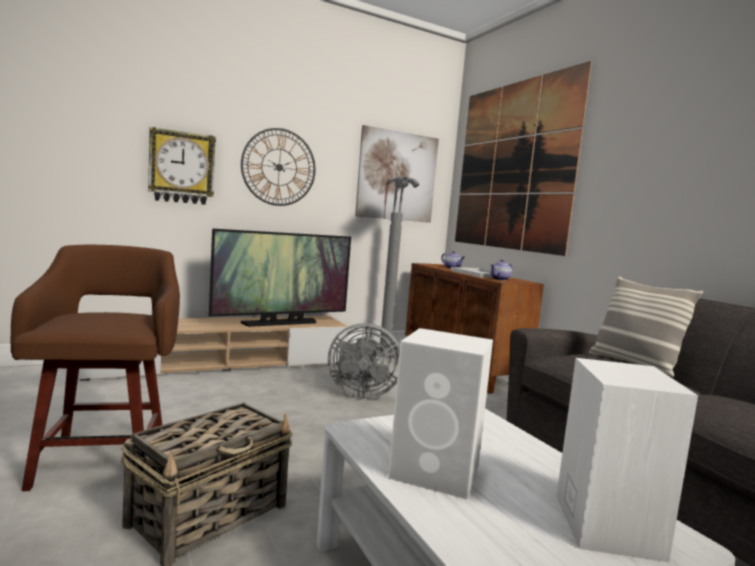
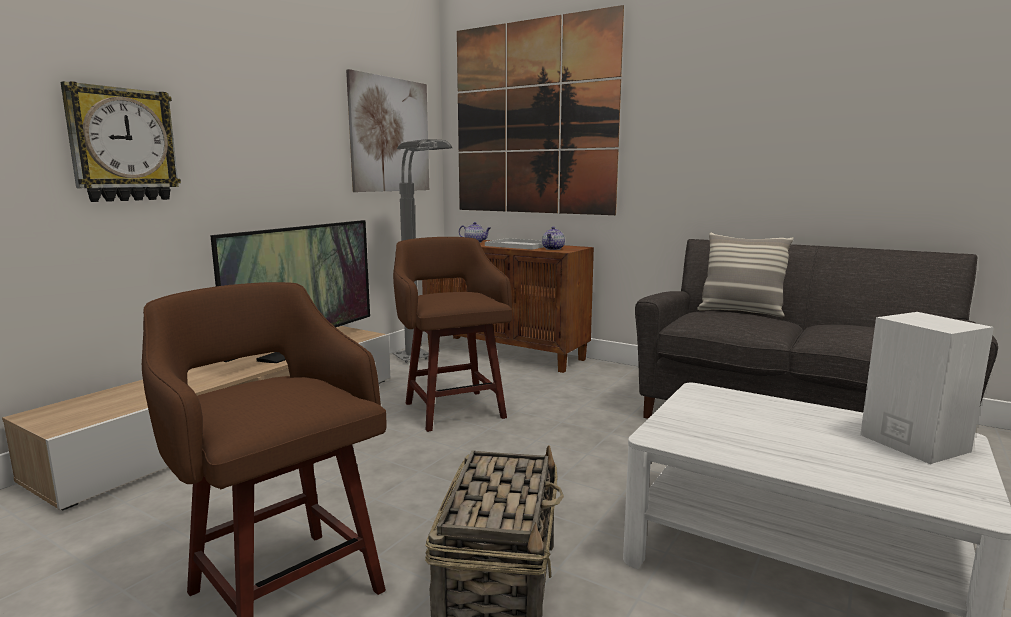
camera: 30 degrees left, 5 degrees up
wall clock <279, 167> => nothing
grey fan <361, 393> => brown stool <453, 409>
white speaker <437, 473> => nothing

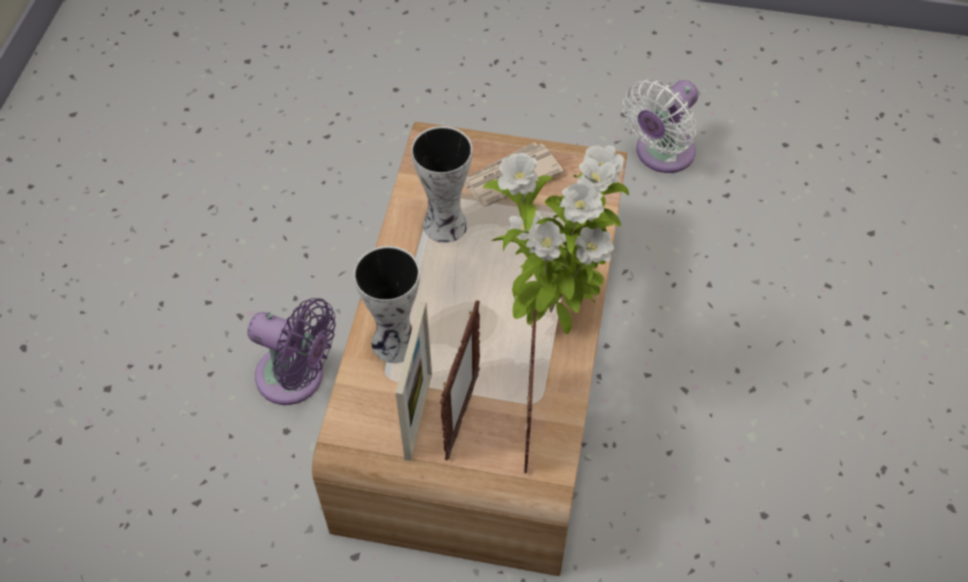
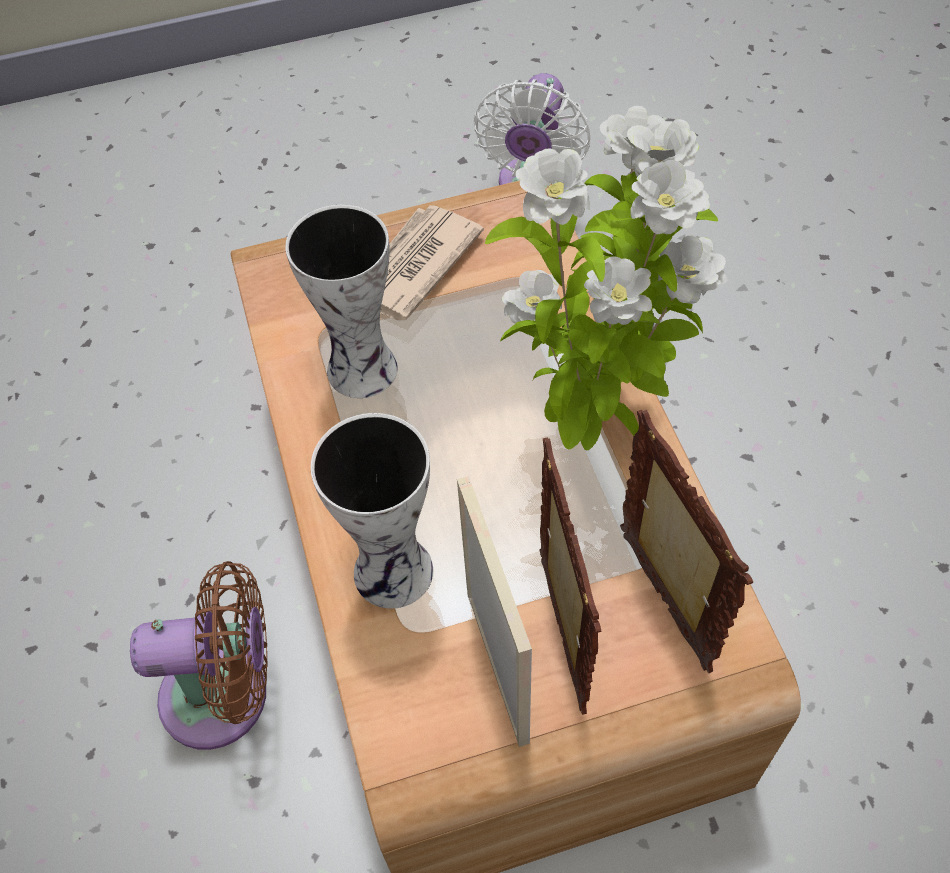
camera: 25 degrees left, 0 degrees up
purple fan <296, 378> => brown fan <226, 695>

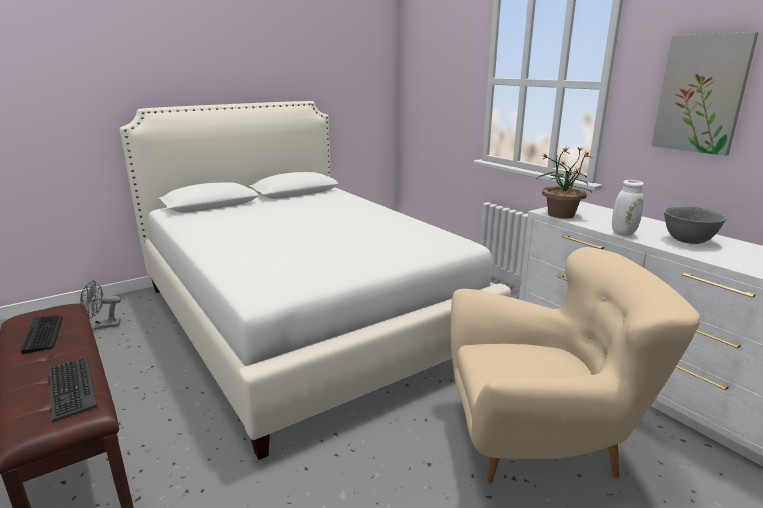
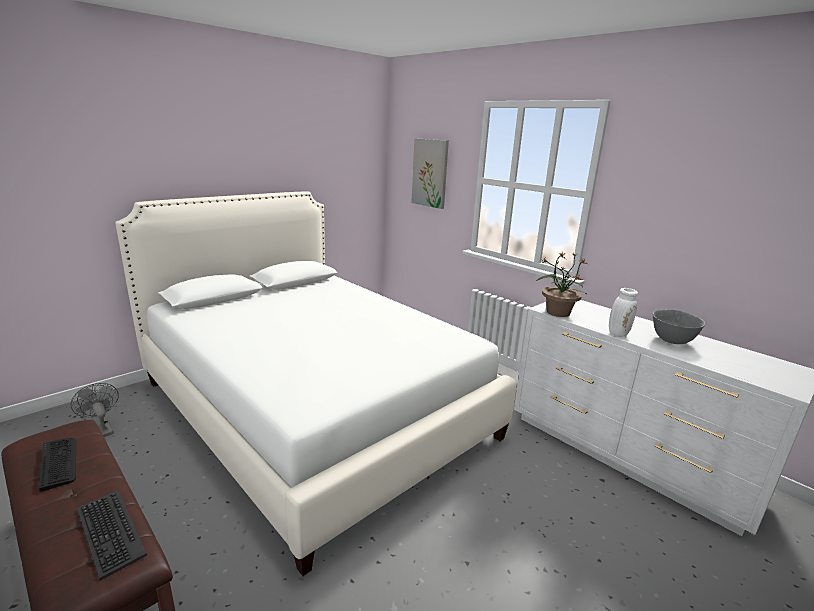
camera: 10 degrees left, 0 degrees up
picture <701, 94> => picture <430, 173>, relocated
beige armchair <541, 441> => nothing
grey fan <103, 326> => grey fan <102, 429>, 75 degrees clockwise

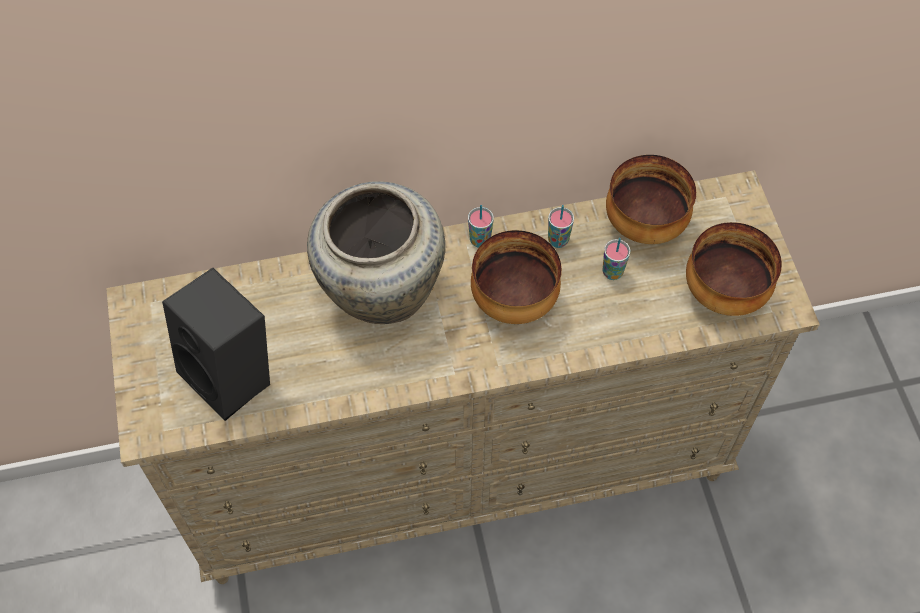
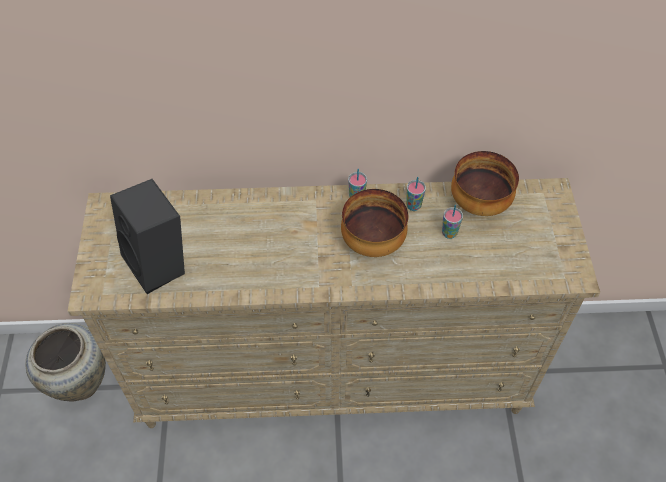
camera: 10 degrees right, 5 degrees down
beige vase <379, 291> => beige vase <78, 380>, relocated
bowl <724, 292> => nothing

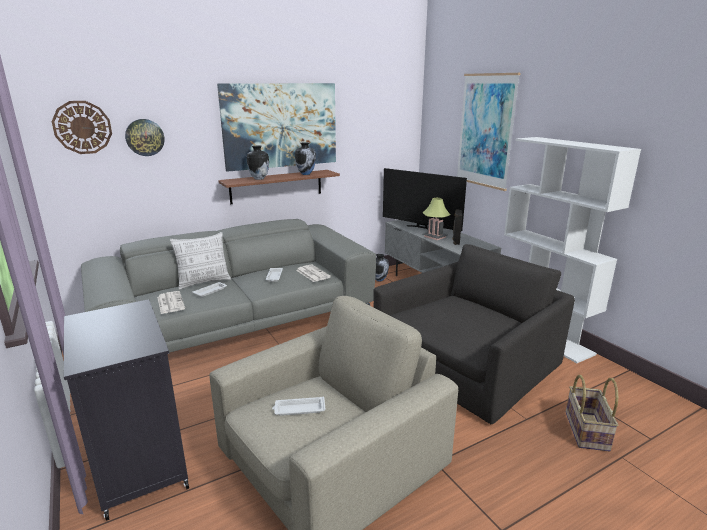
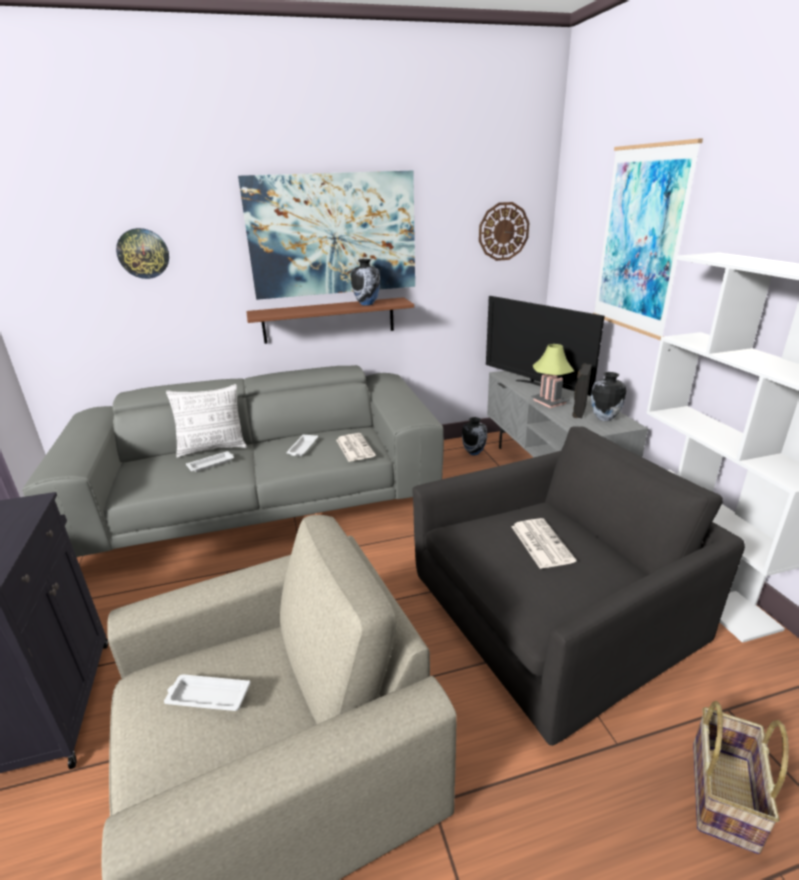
camera: 15 degrees right, 5 degrees up
wall clock <82, 127> => wall clock <503, 231>, relocated
vase <258, 179> => vase <603, 418>, relocated
newspaper <170, 303> => newspaper <540, 543>, relocated

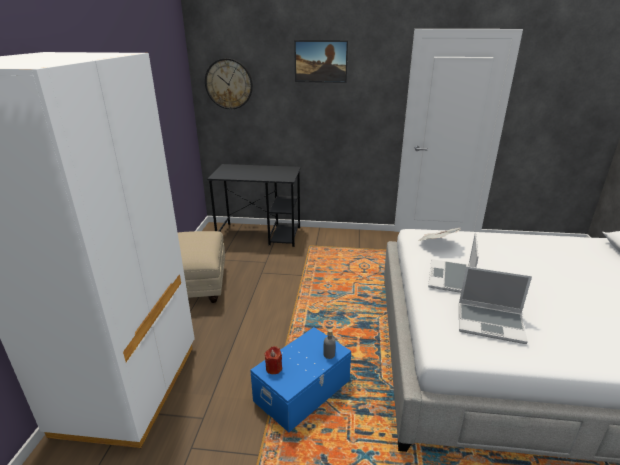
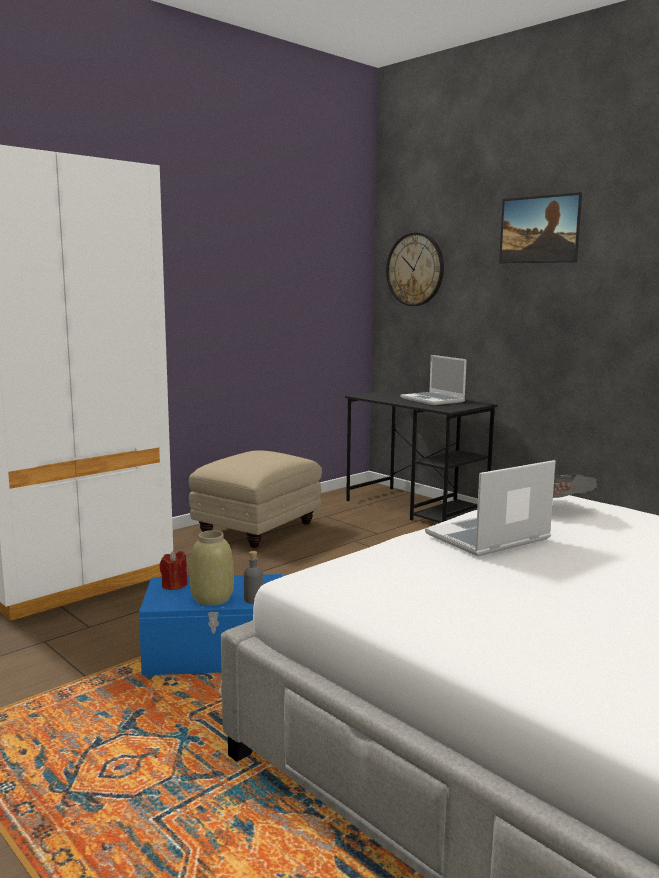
camera: 40 degrees right, 15 degrees down
laptop <491, 323> => laptop <433, 400>, relocated
nothing => beige vase <212, 598>

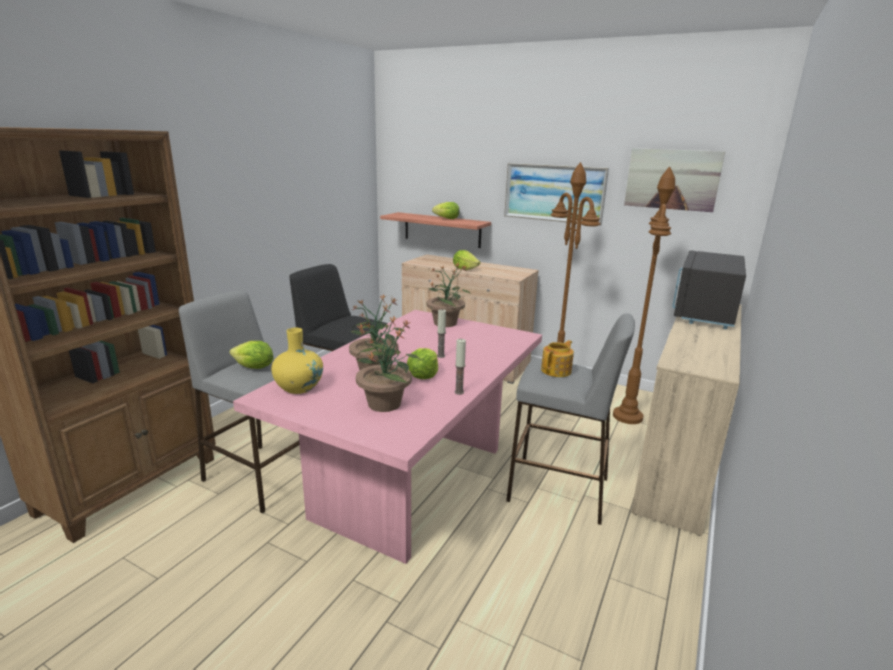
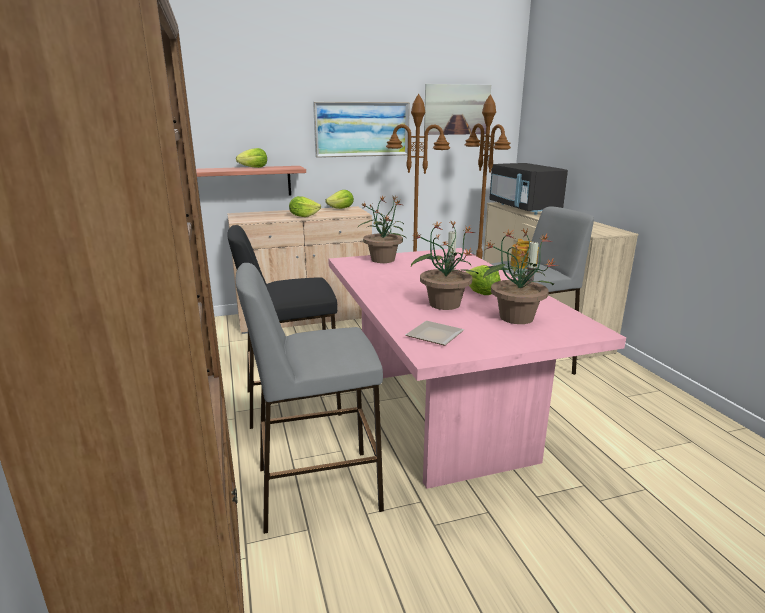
camera: 45 degrees left, 0 degrees up
yellow vase <299, 387> => plate <432, 336>
lettuce <254, 368> => lettuce <341, 208>, relocated

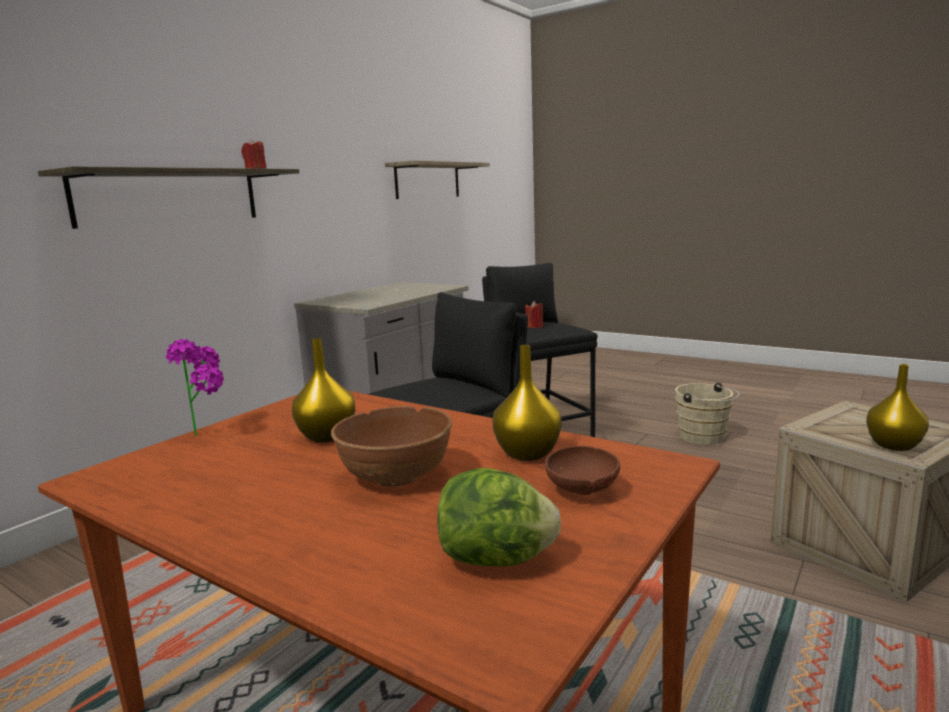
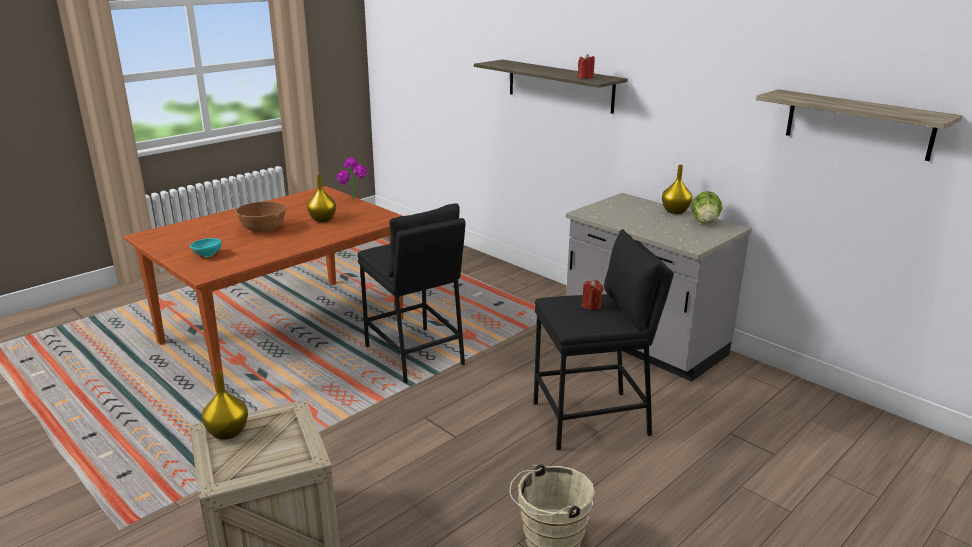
camera: 100 degrees right, 10 degrees up
yellow vase <526, 454> => yellow vase <675, 211>, relocated
brown bowl <581, 491> => turquoise bowl <207, 254>
lettuce <497, 560> => lettuce <705, 222>, relocated

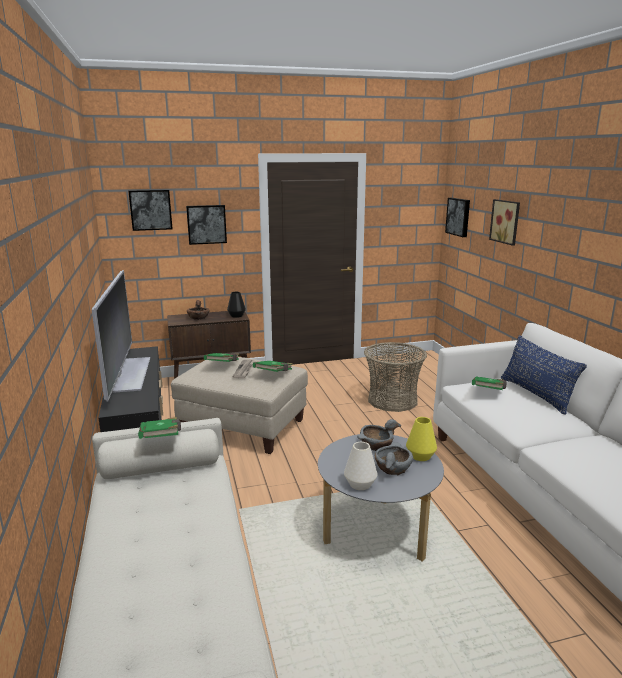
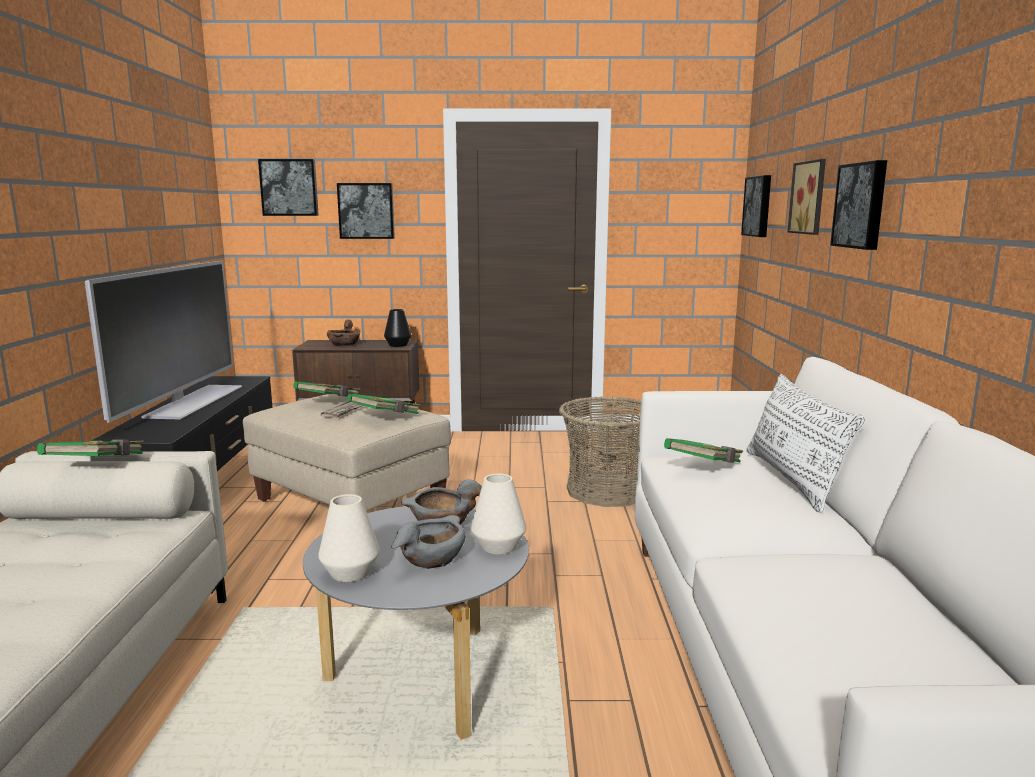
camera: 15 degrees right, 5 degrees down
blue pillow <536, 394> => white pillow <792, 479>
yellow vase <420, 456> => white vase <498, 546>
nothing => picture <862, 205>

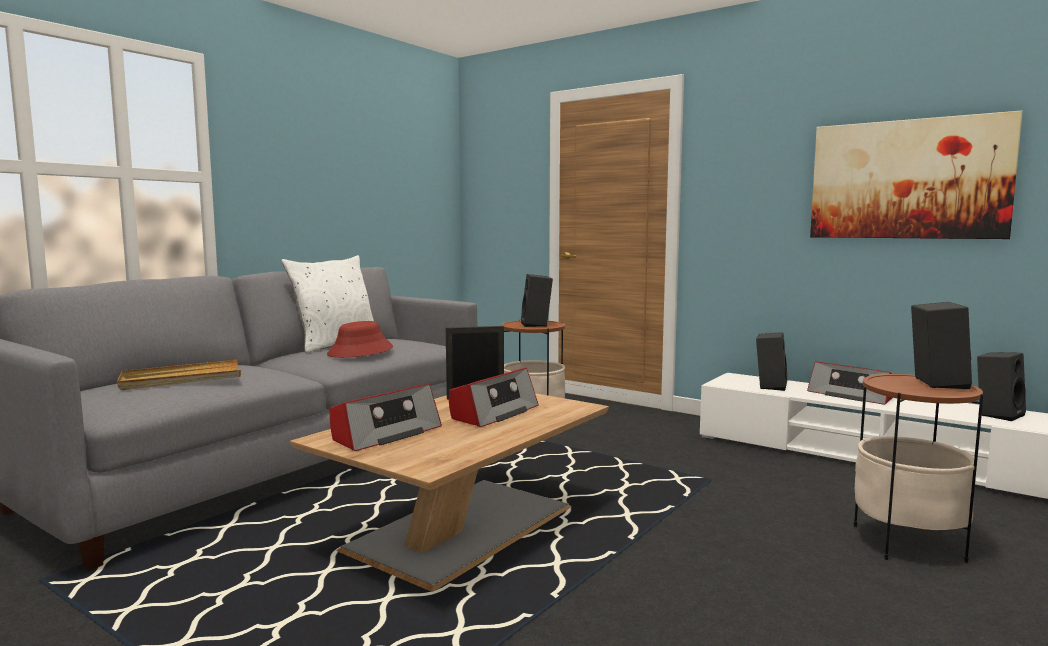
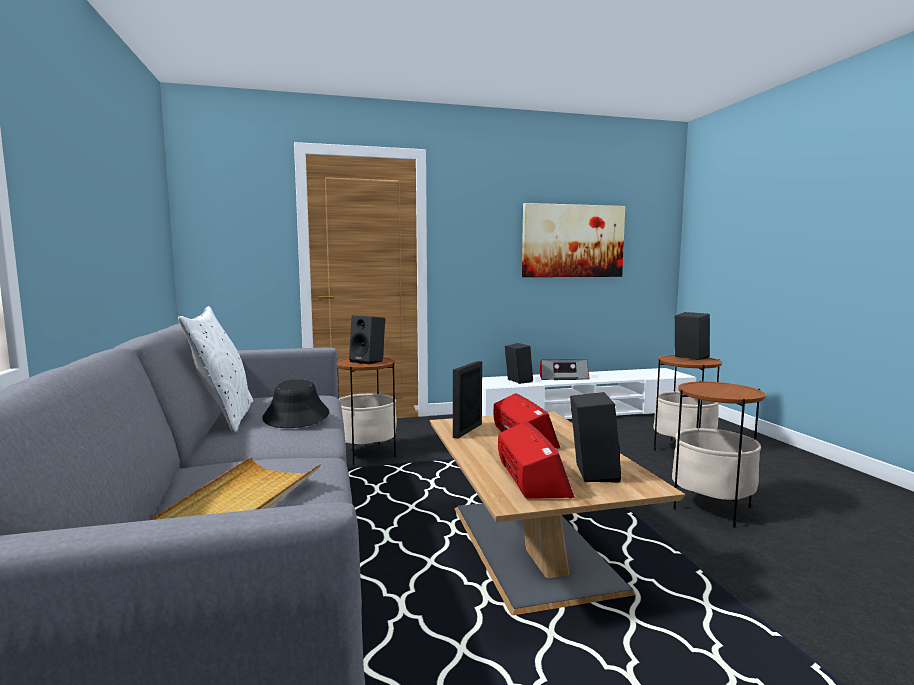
camera: 50 degrees left, 0 degrees up
red hat <360, 351> => black hat <296, 416>
black speaker <997, 414> => black speaker <591, 473>, relocated
nothing => side table <712, 508>

